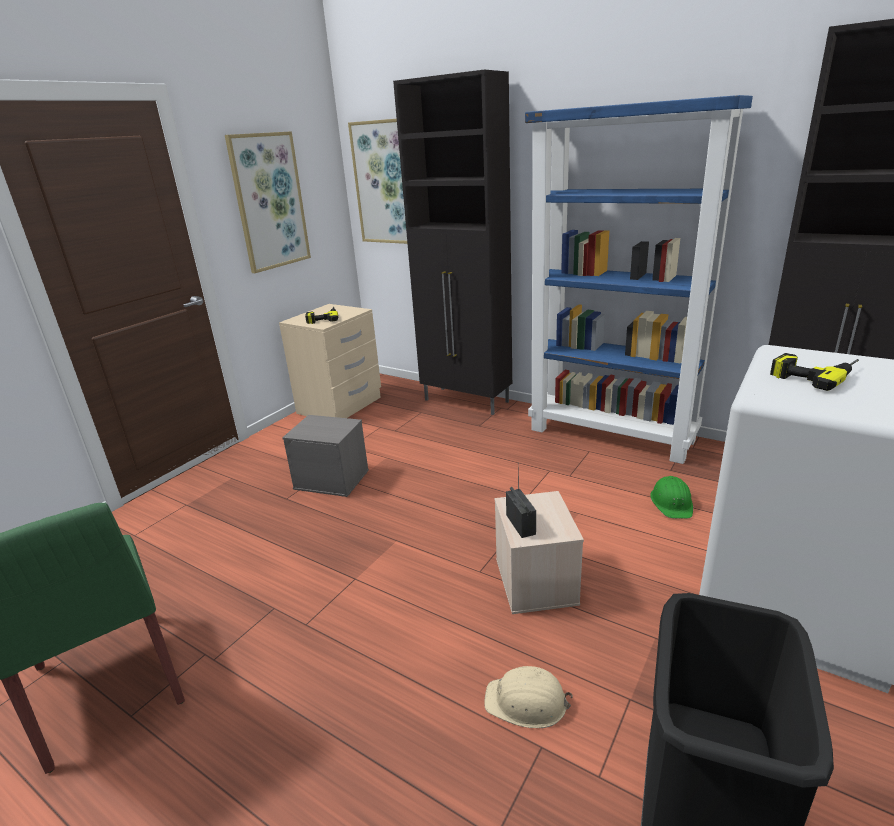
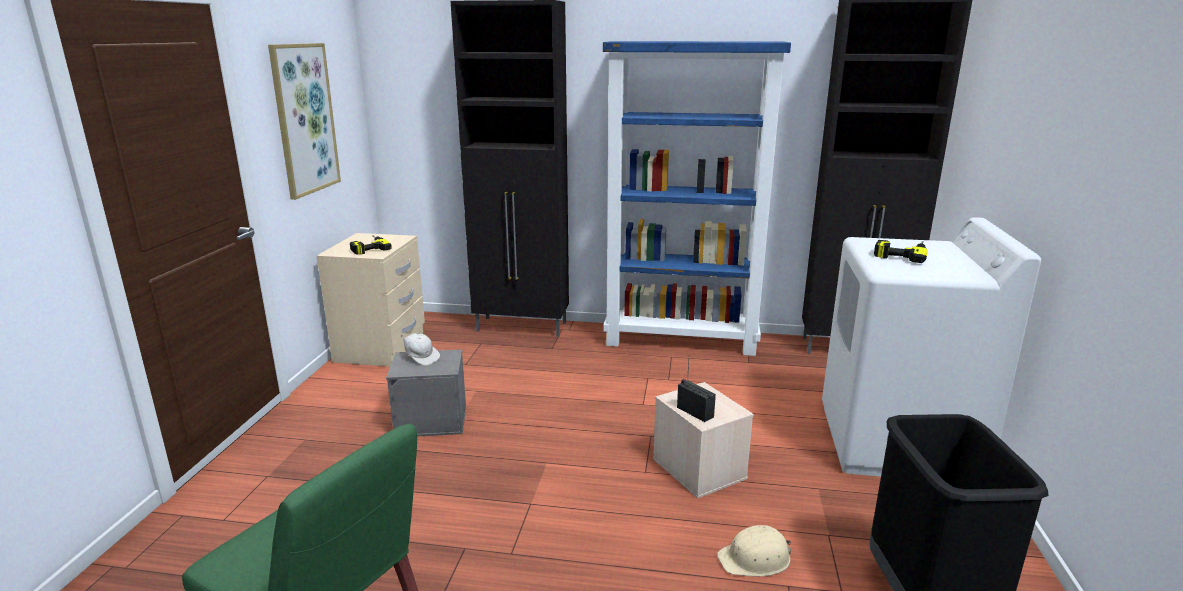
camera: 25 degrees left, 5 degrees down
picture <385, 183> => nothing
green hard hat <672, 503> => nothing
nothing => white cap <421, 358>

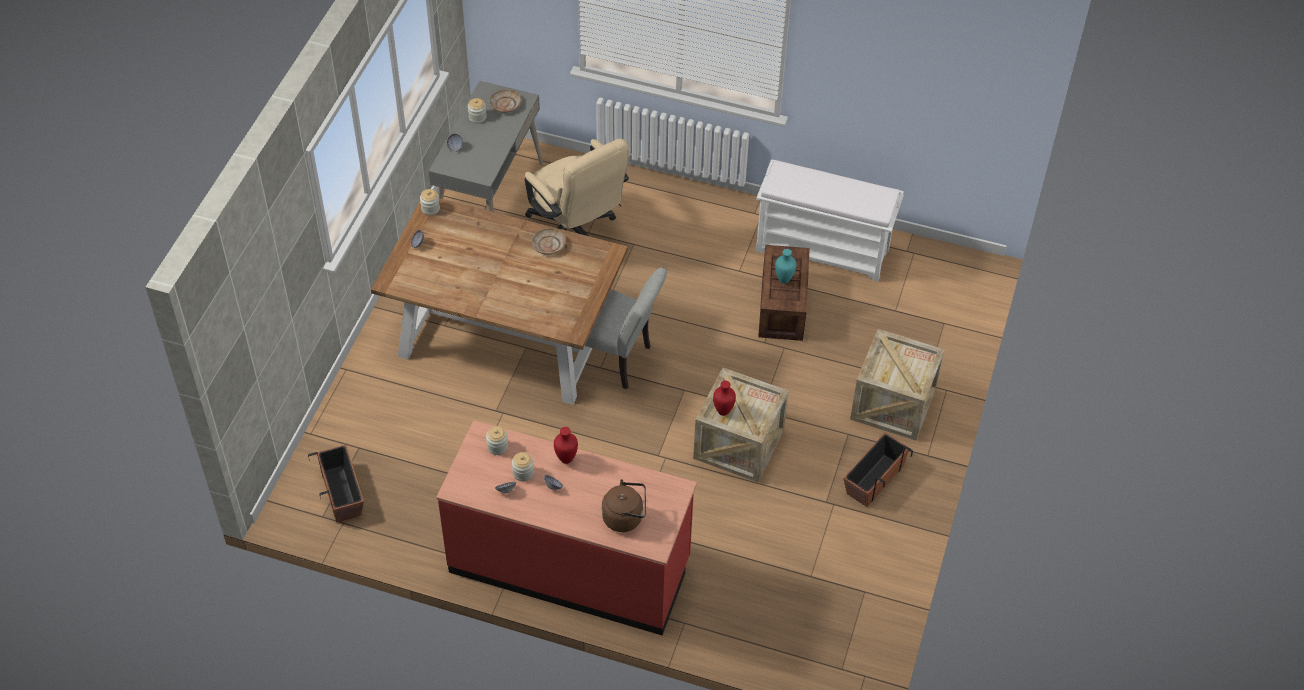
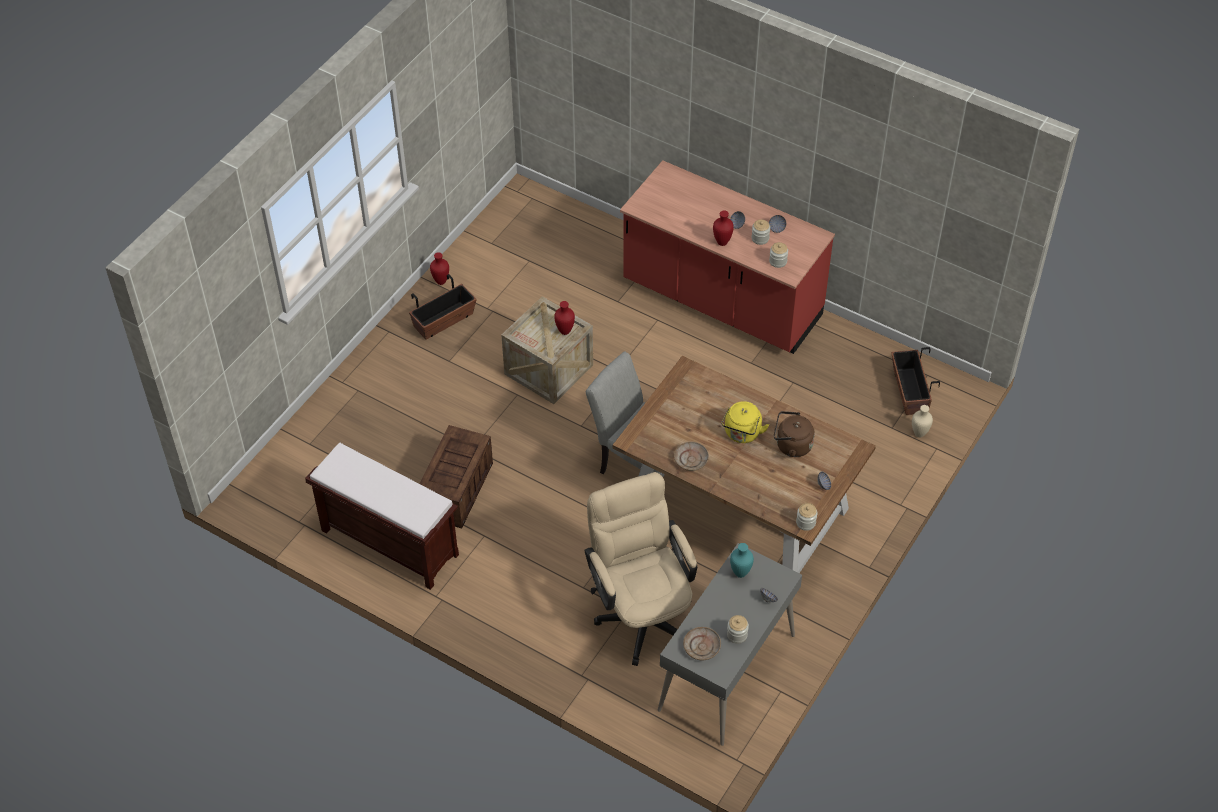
camera: 165 degrees left, 0 degrees up
white bench <824, 250> => brown bench <388, 542>
turquoise vase <784, 280> => turquoise vase <740, 572>, relocated
crate <893, 404> => nothing
brown kettle <625, 517> => brown kettle <791, 445>, relocated
nothing => red vase <441, 281>
nothing => yellow kettle <742, 434>
nothing => beige vase <919, 434>

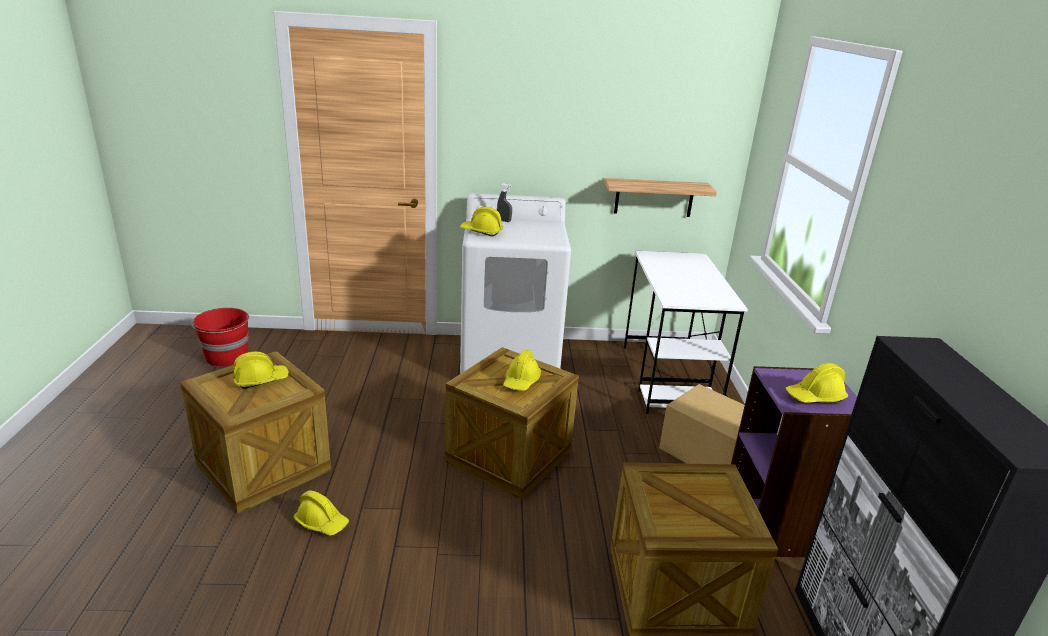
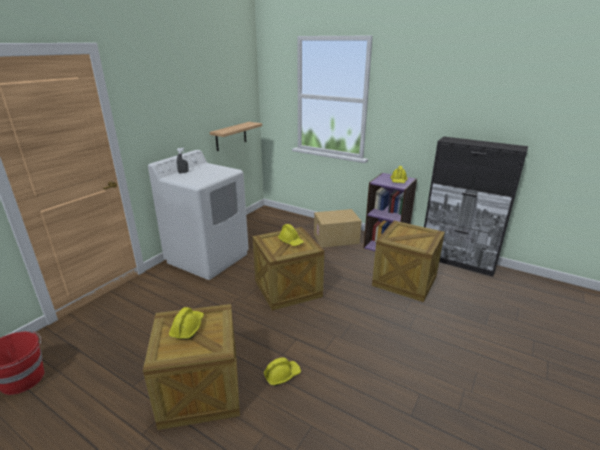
camera: 55 degrees left, 0 degrees up
yellow hard hat <481, 231> => nothing
white desk <668, 379> => nothing

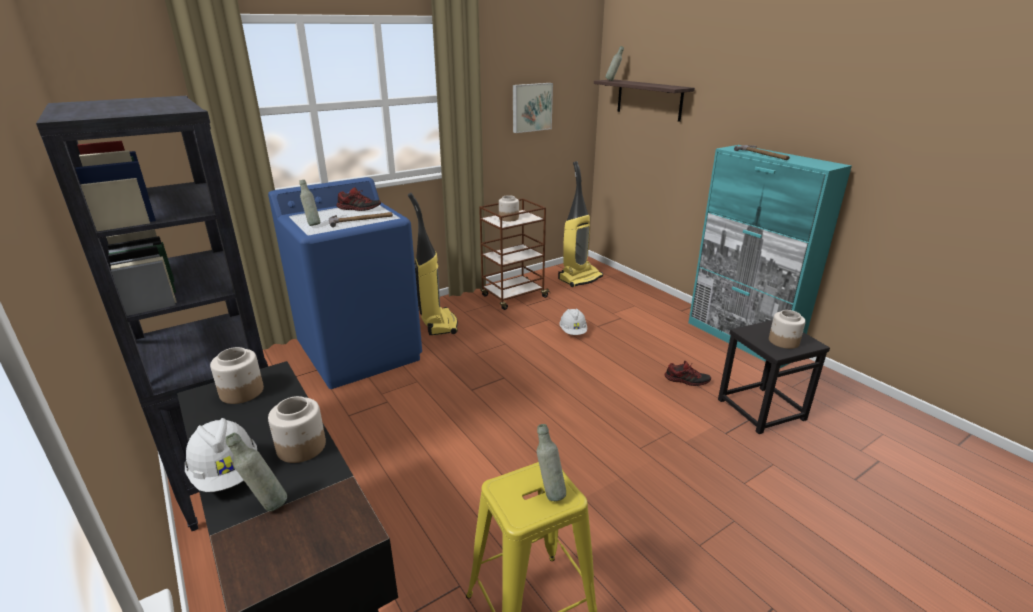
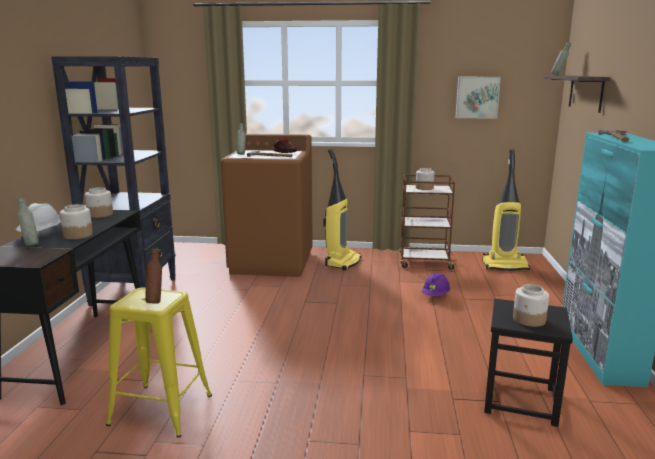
camera: 40 degrees right, 10 degrees down
blue washing machine <361, 352> => brown washing machine <272, 262>
white hard hat <573, 332> => purple hard hat <435, 295>
shoe <686, 380> => nothing
grey bottle <549, 492> => brown bottle <155, 301>

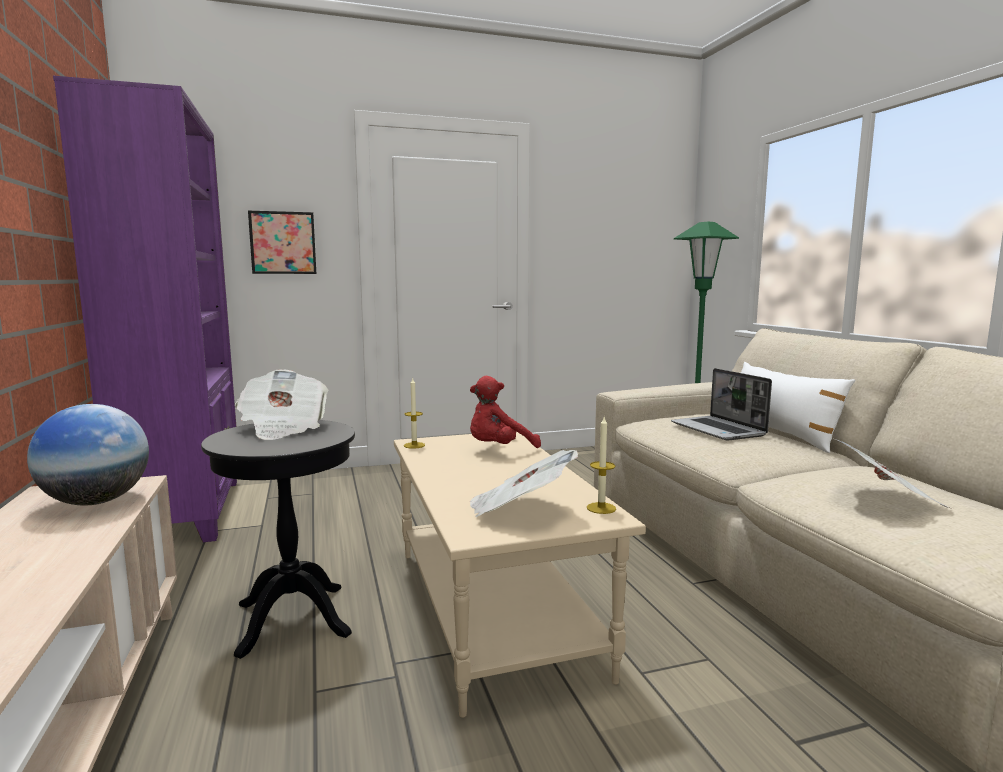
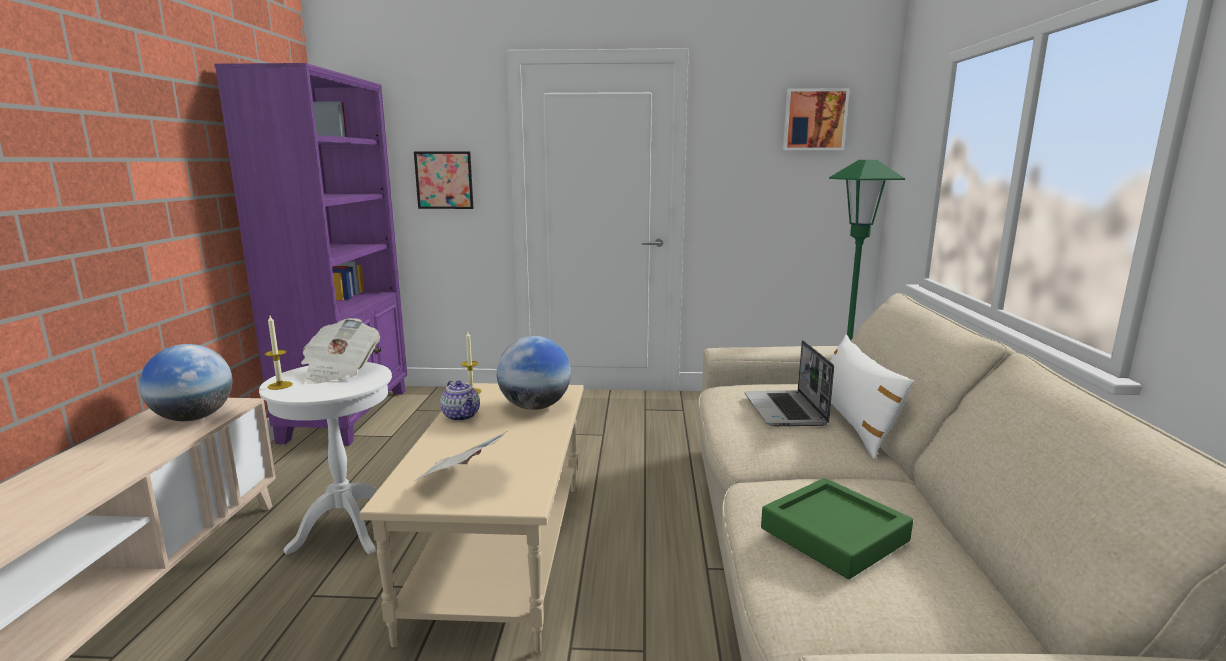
camera: 20 degrees right, 5 degrees up
red plush toy <499, 449> => globe <535, 407>
candle <601, 508> => candle <280, 385>, relocated
black side table <293, 619> => white side table <346, 528>
newspaper <887, 499> => green tray <834, 534>
nothing => picture <814, 120>
nothing => teapot <462, 416>

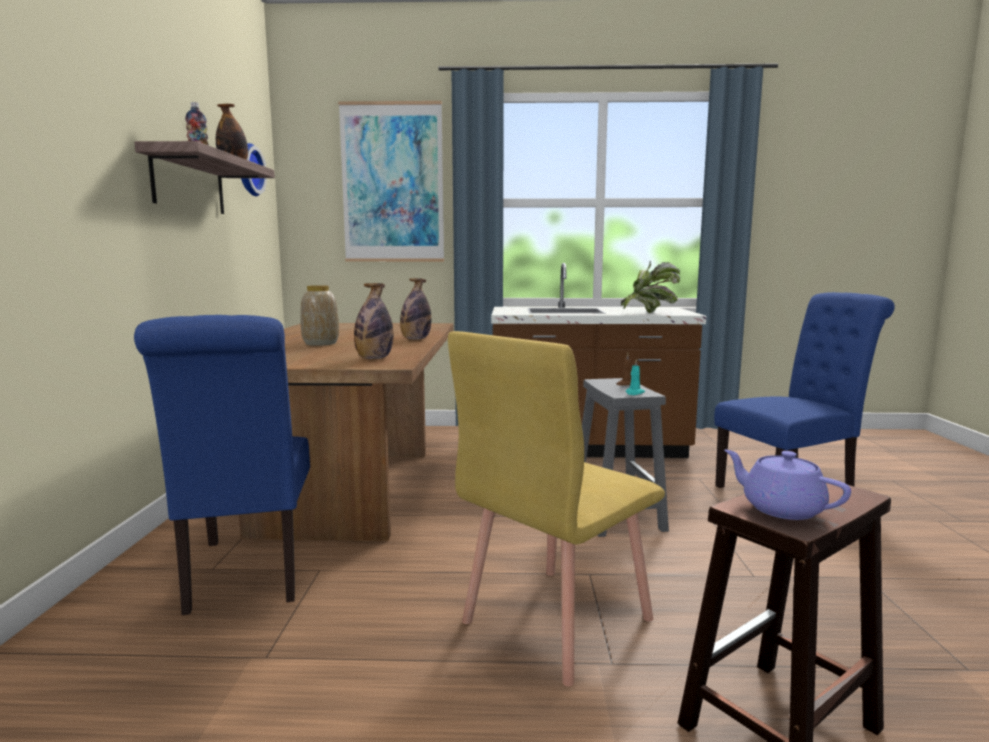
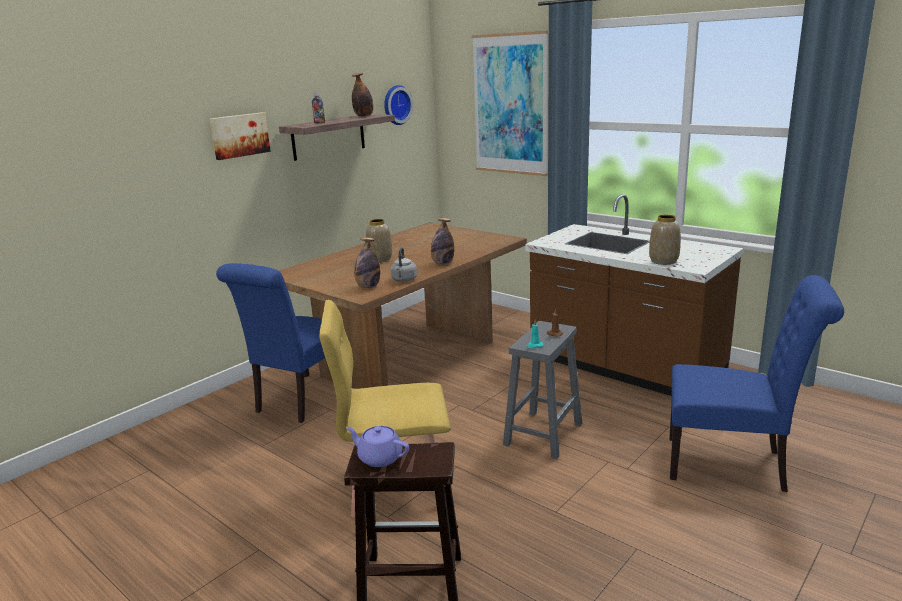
camera: 40 degrees right, 10 degrees up
potted plant <650, 313> => vase <663, 261>
purple teapot <780, 508> => purple teapot <379, 458>, 60 degrees counterclockwise
nothing => picture <239, 135>
nothing => grey kettle <404, 280>

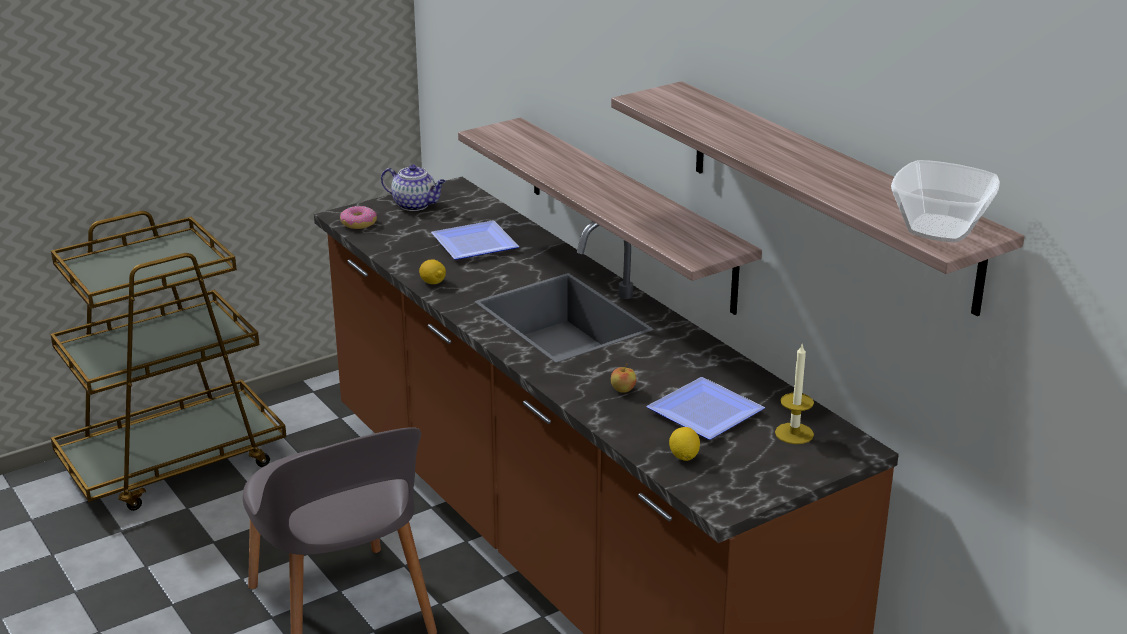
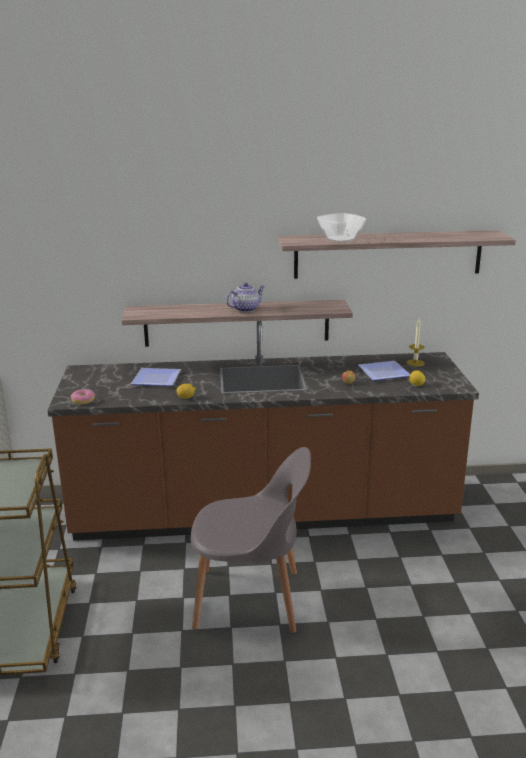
camera: 60 degrees left, 5 degrees down
bowl <941, 229> => bowl <340, 239>, relocated
teapot <415, 205> => teapot <246, 309>, relocated

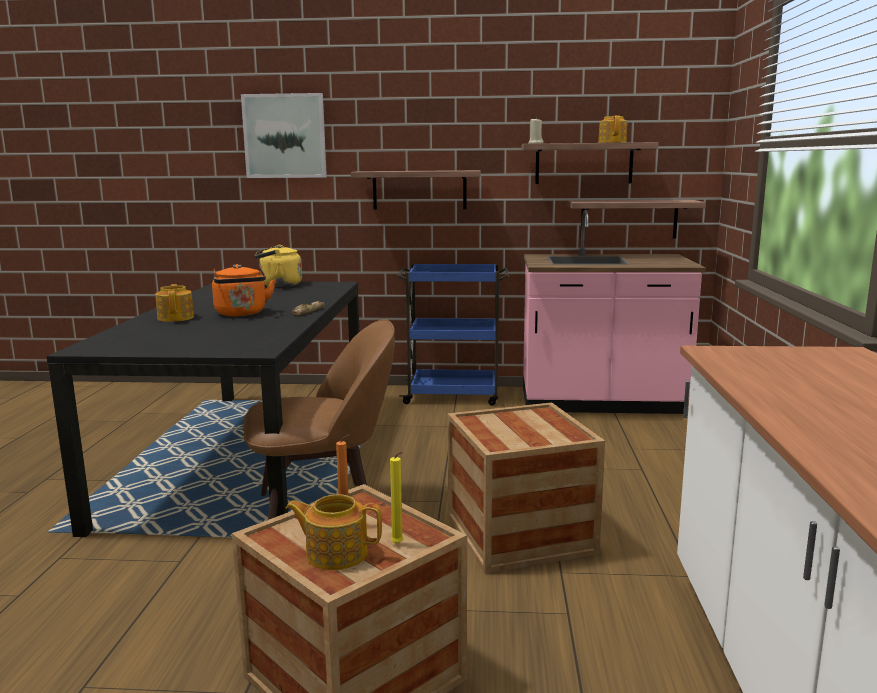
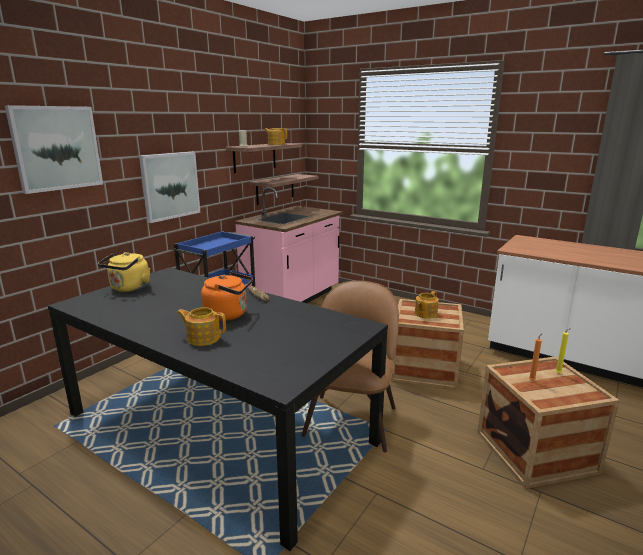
camera: 60 degrees left, 5 degrees up
shelf <419, 190> => picture <170, 186>
teapot <335, 553> => teapot <425, 314>, relocated

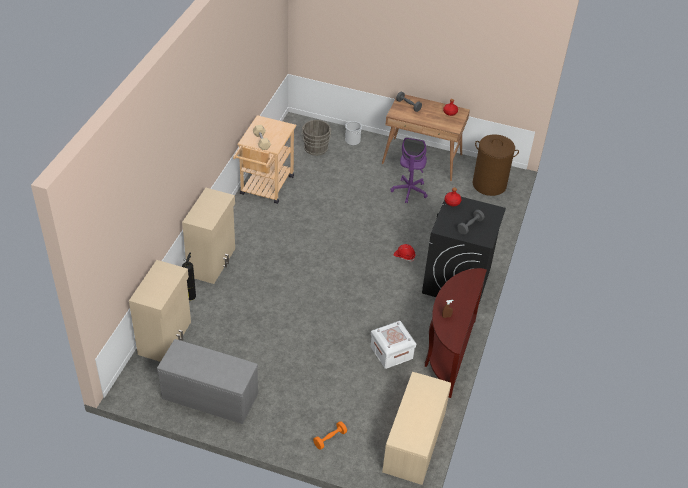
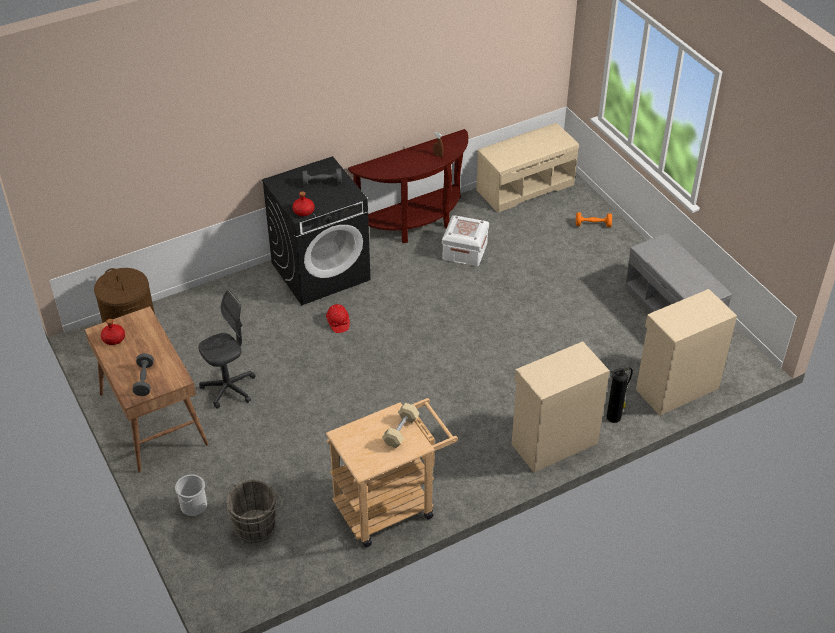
camera: 135 degrees left, 0 degrees up
purple office chair <409, 191> => grey office chair <229, 388>

